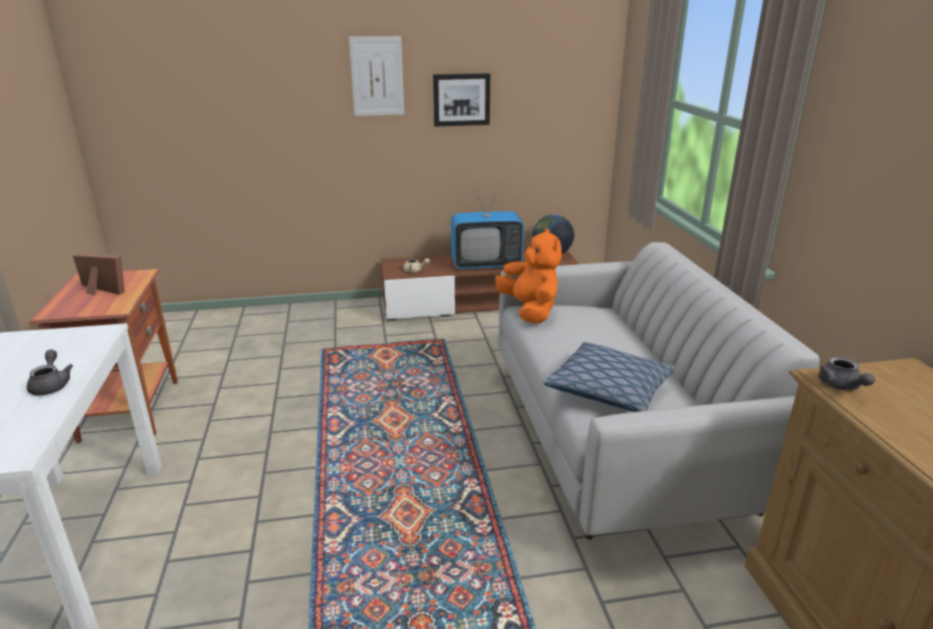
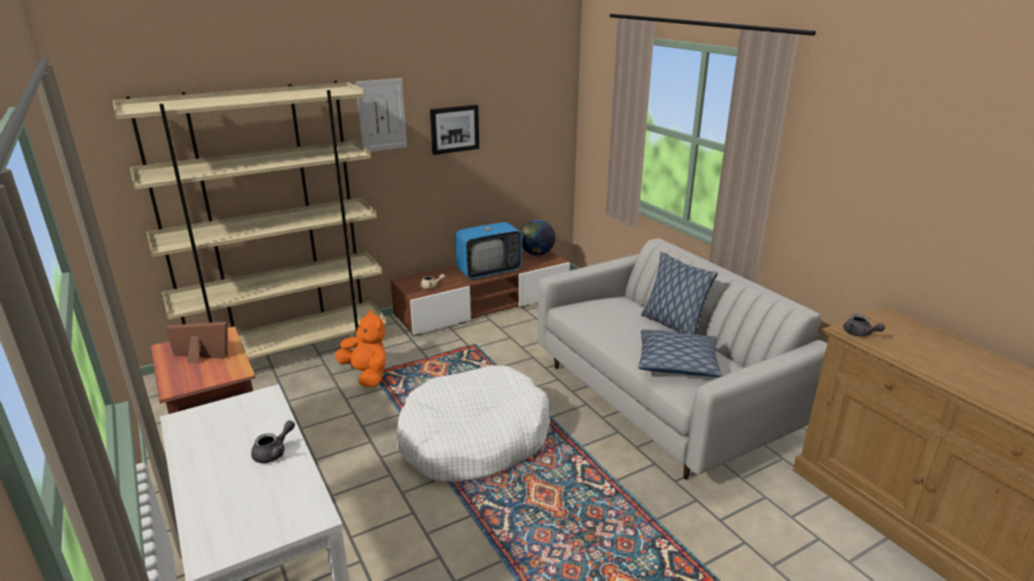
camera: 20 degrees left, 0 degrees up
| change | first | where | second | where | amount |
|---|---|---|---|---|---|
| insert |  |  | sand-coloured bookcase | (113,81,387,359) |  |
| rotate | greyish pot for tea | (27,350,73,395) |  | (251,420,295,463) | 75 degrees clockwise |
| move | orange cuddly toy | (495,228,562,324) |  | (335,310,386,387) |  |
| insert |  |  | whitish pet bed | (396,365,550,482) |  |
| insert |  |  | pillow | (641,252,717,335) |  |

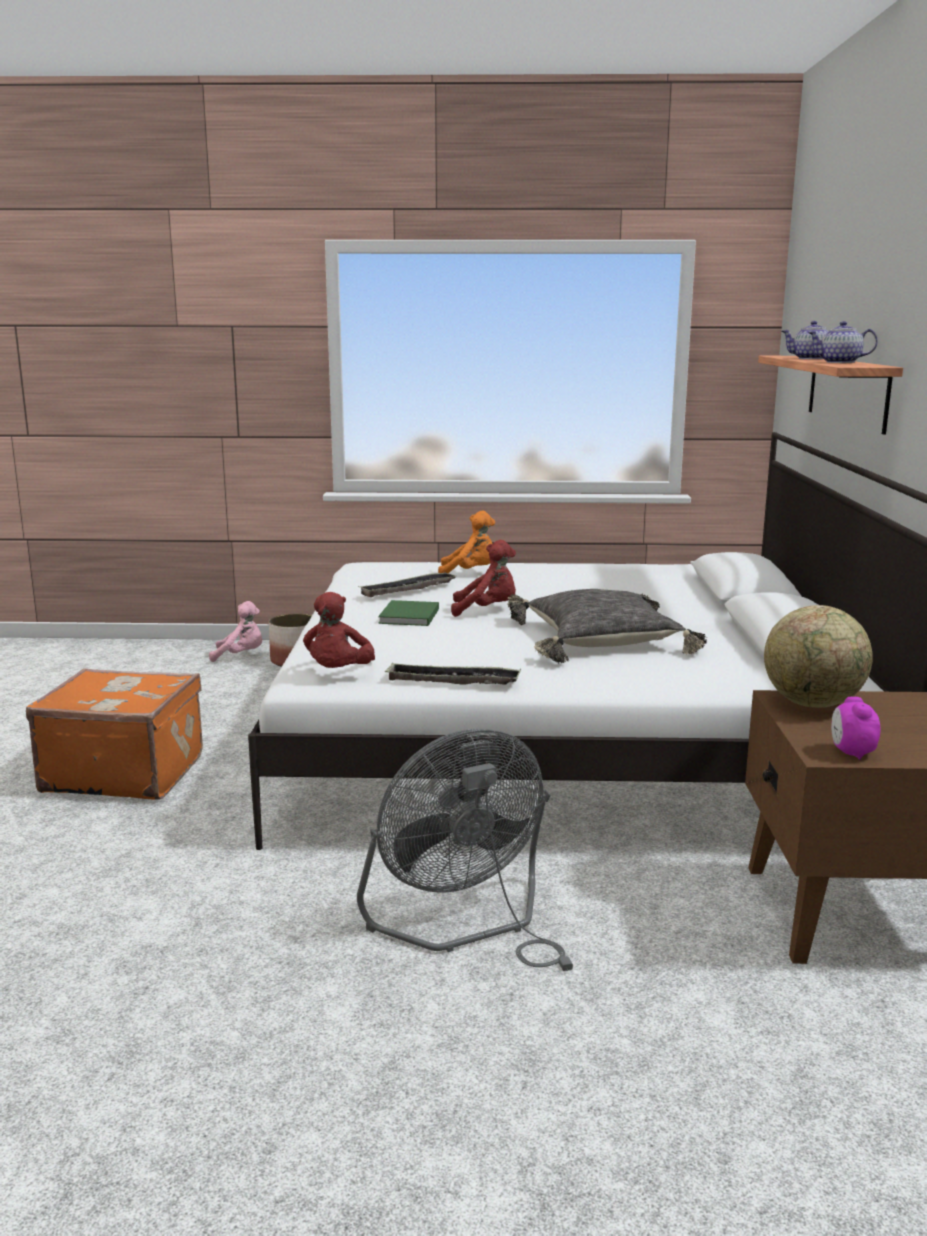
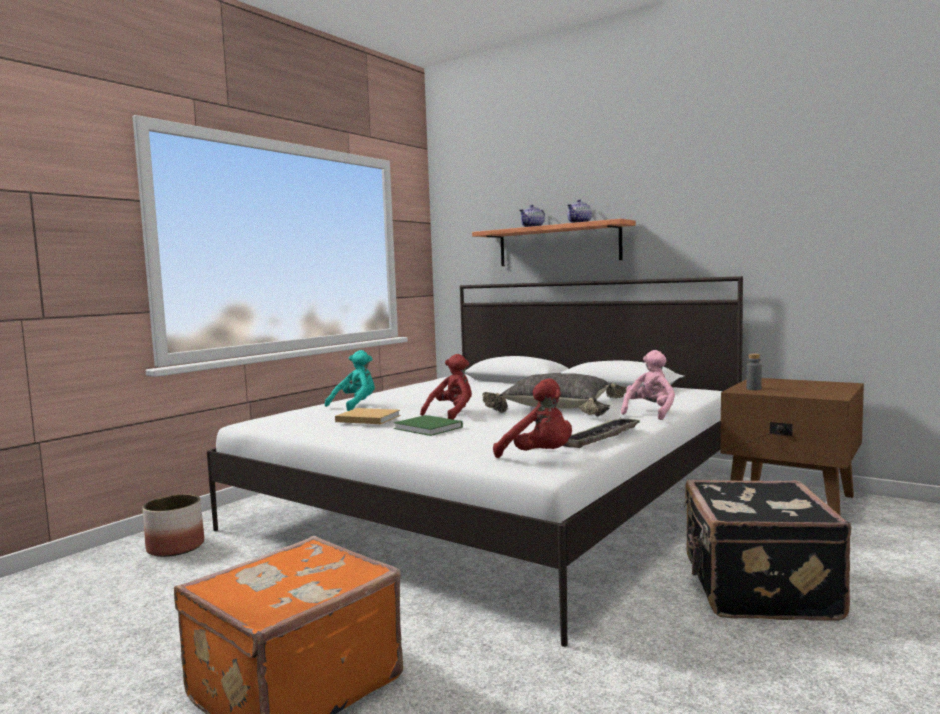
camera: 55 degrees left, 10 degrees down
| change | first | where | second | where | amount |
|---|---|---|---|---|---|
| recolor | orange cuddly toy | (438,511,495,573) | turquoise cuddly toy | (325,350,375,411) |  |
| replace | serving tray | (360,572,456,597) | sand-coloured book | (335,408,400,424) |  |
| move | pink-coloured cuddly toy | (209,601,262,662) |  | (621,350,675,420) |  |
| replace | greyish fan | (357,729,573,971) | black travel case | (683,480,851,621) |  |
| replace | globe | (764,605,873,708) | greyish beverage bottle | (747,354,762,390) |  |
| delete | bedside clock | (831,697,880,760) |  |  |  |

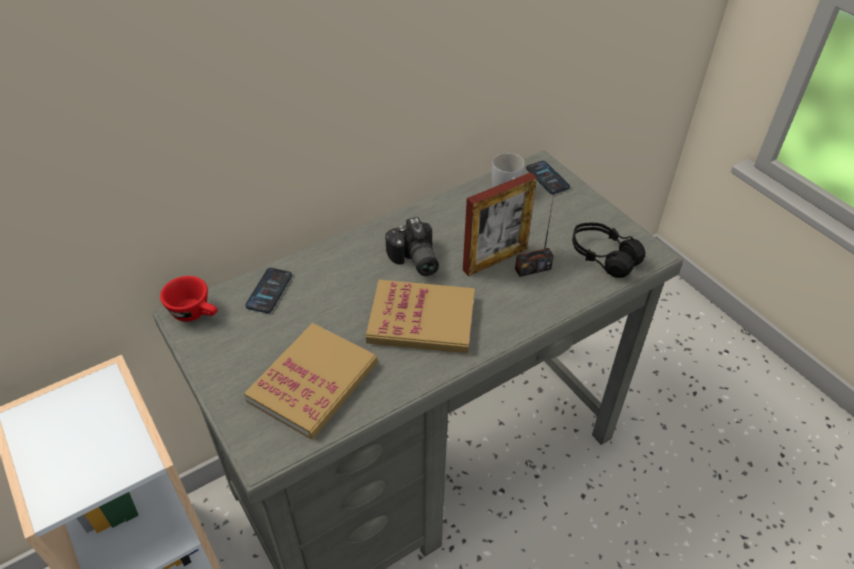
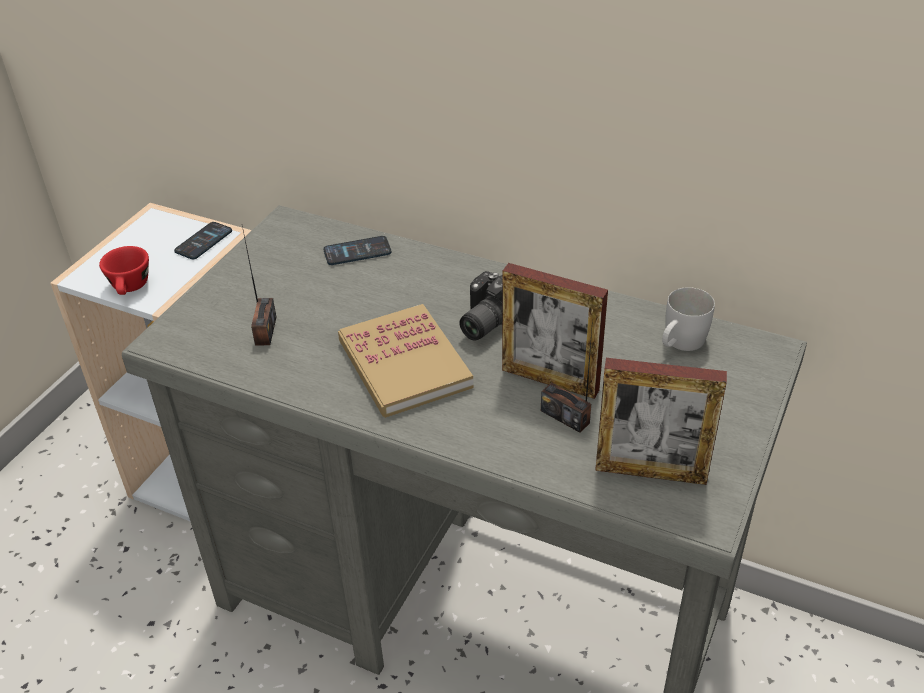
camera: 60 degrees right, 5 degrees down
| change | first | where | second | where | amount |
|---|---|---|---|---|---|
| move | reddish cup | (160,276,218,322) |  | (99,246,149,295) |  |
| move | telephone | (526,161,570,194) |  | (174,222,232,259) |  |
| replace | book | (244,323,377,439) | radio | (242,226,276,346) |  |
| replace | black pair of headphones | (572,223,645,278) | standing frame | (595,358,727,485) |  |

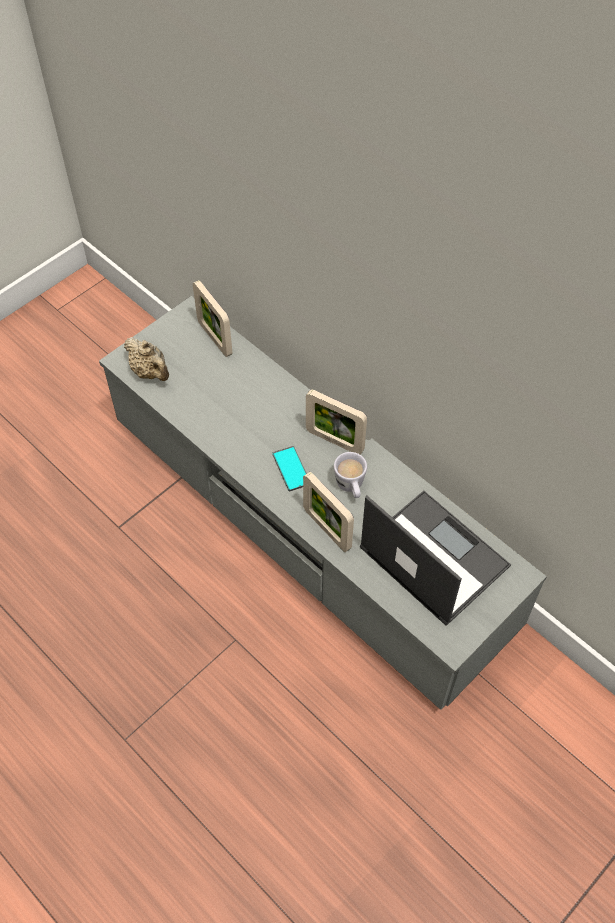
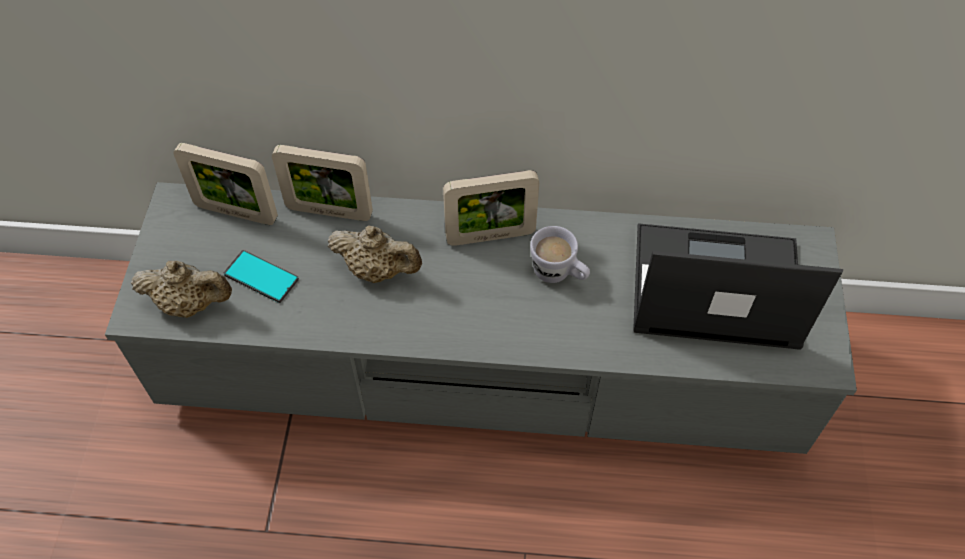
camera: 40 degrees left, 0 degrees up
| change | first | where | second | where | amount |
|---|---|---|---|---|---|
| move | telephone | (272,446,307,492) |  | (224,250,299,303) |  |
| move | standing frame | (303,472,354,552) |  | (272,145,373,221) |  |
| insert |  |  | sand-coloured pot for tea | (328,225,422,283) |  |

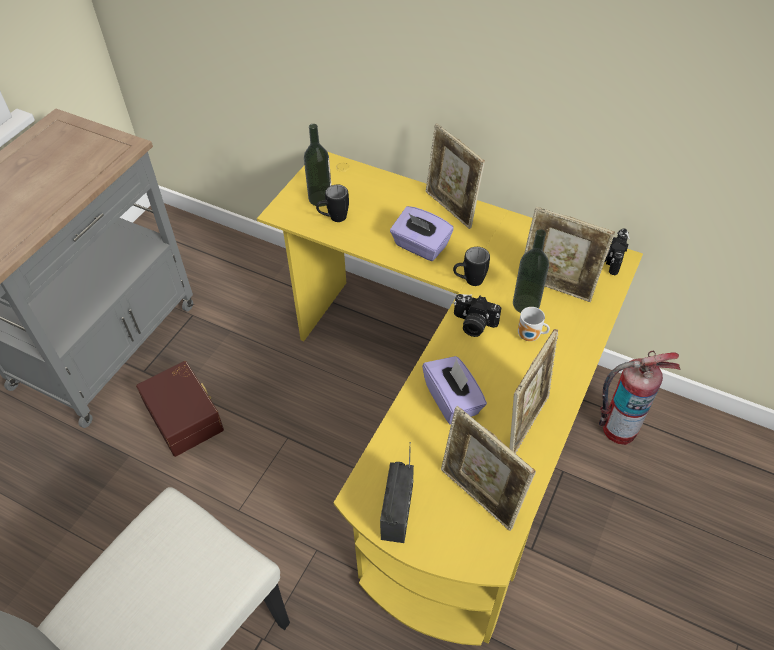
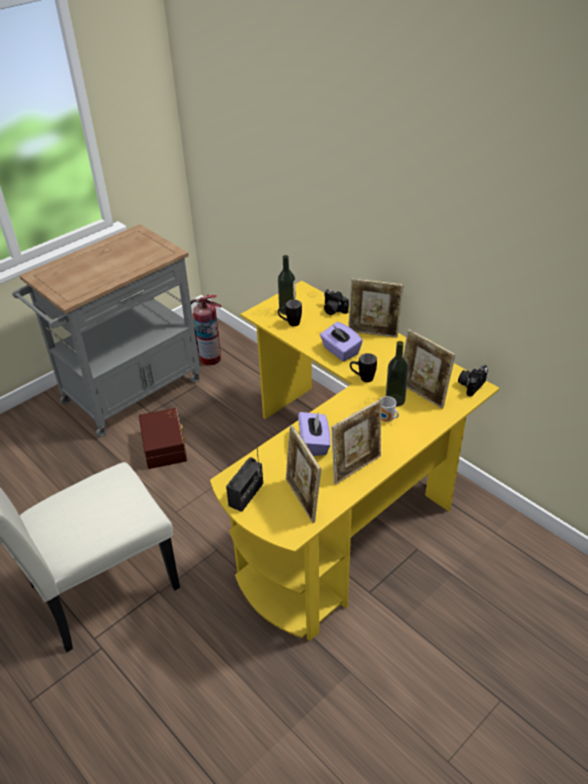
camera: 20 degrees right, 10 degrees down
| change | first | where | second | where | amount |
|---|---|---|---|---|---|
| move | extinguisher | (599,351,681,445) |  | (190,295,222,366) |  |
| move | still camera | (453,294,501,337) |  | (324,289,349,315) |  |
| rotate | standing frame | (426,123,485,229) |  | (348,278,404,338) | 60 degrees counterclockwise |

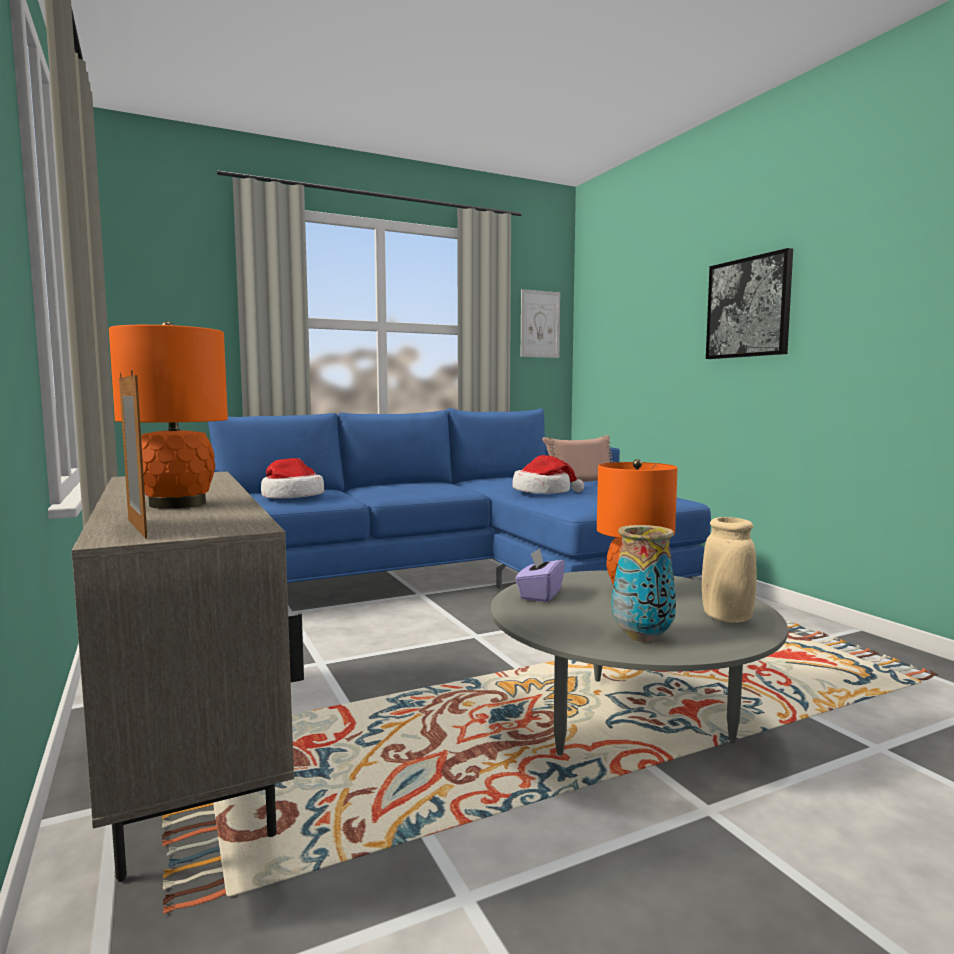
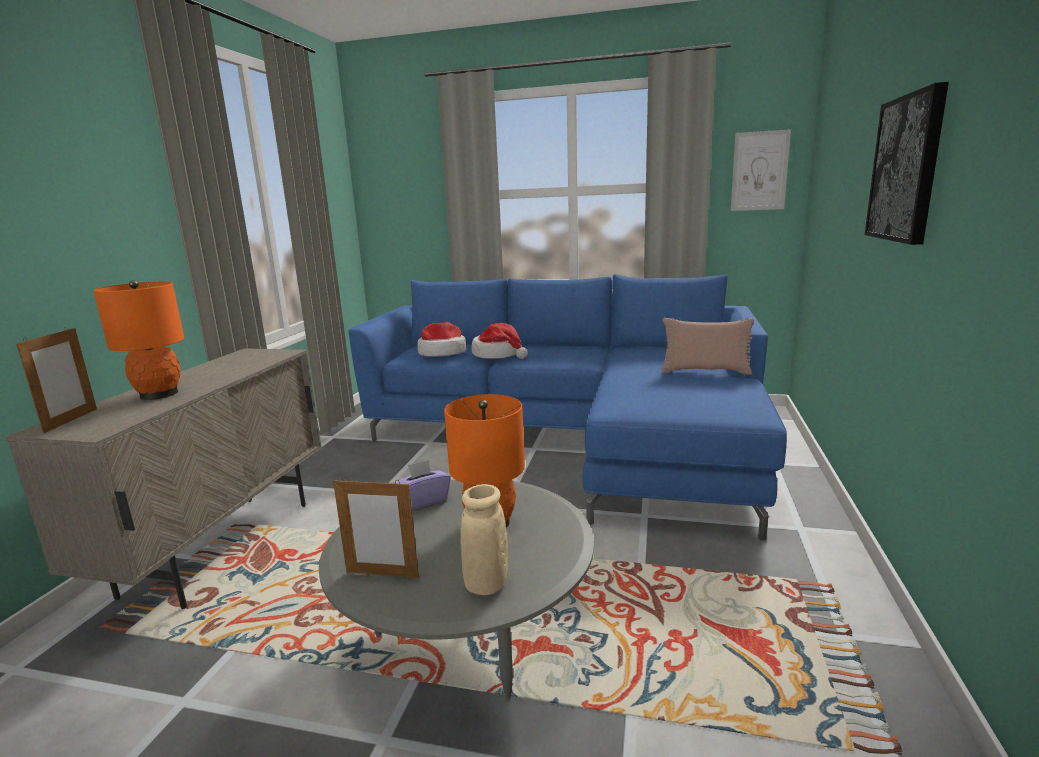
camera: 40 degrees right, 10 degrees up
| change | first | where | second | where | amount |
|---|---|---|---|---|---|
| replace | flower vase | (612,525,676,642) | standing frame | (333,478,419,578) |  |
| move | clothing hat | (512,455,584,494) |  | (472,323,528,359) |  |

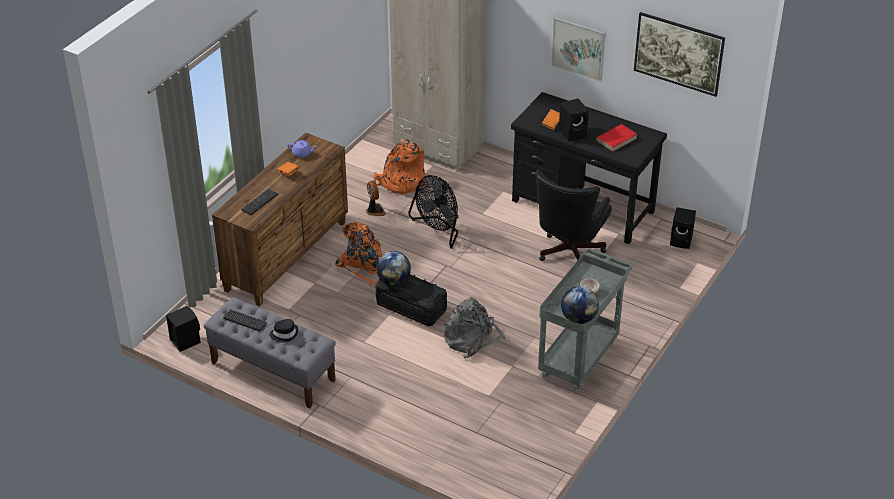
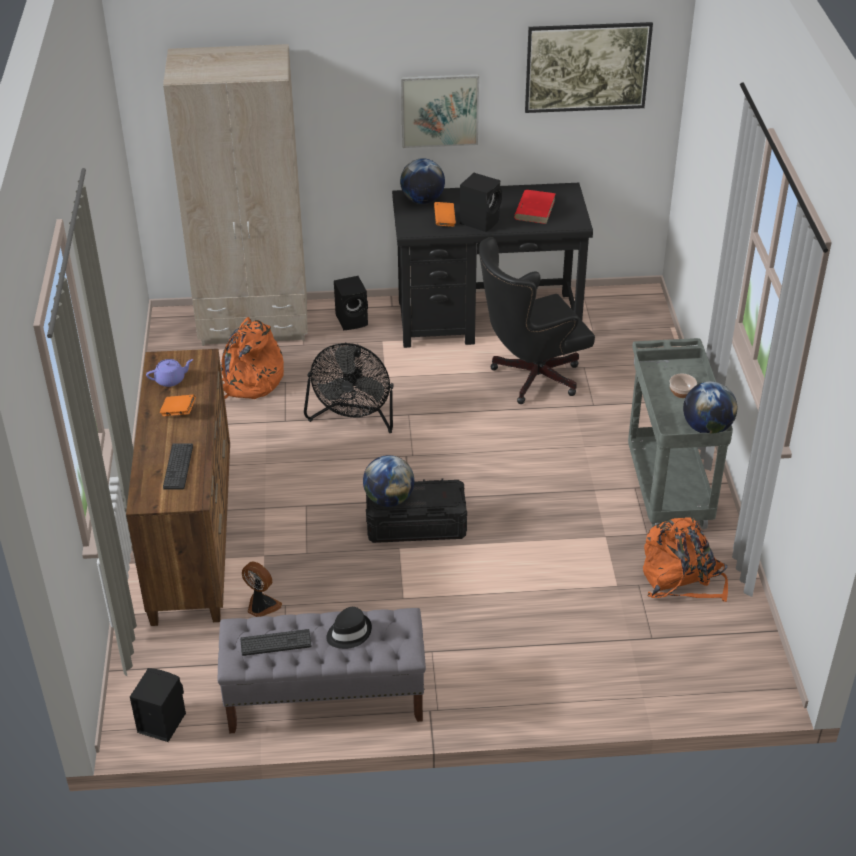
camera: 35 degrees left, 0 degrees up
| change | first | where | second | where | amount |
|---|---|---|---|---|---|
| move | fan | (366,181,386,216) |  | (242,562,282,617) |  |
| move | black speaker | (670,207,696,249) |  | (334,276,368,330) |  |
| insert |  |  | globe | (400,158,445,204) |  |
| rotate | black desk chair | (536,169,612,261) |  | (479,237,595,404) | 75 degrees clockwise |
| move | orange rucksack | (335,222,382,286) |  | (643,518,728,602) |  |
| delete | greyish rucksack | (443,298,506,359) |  |  |  |

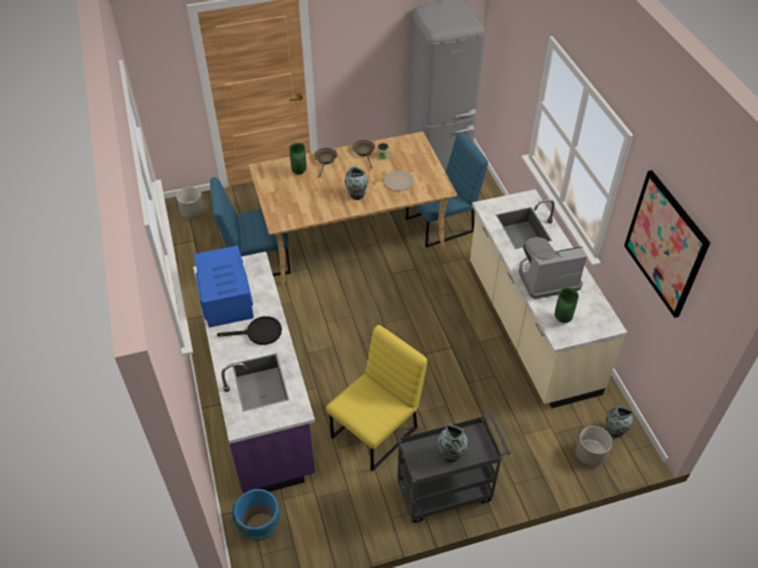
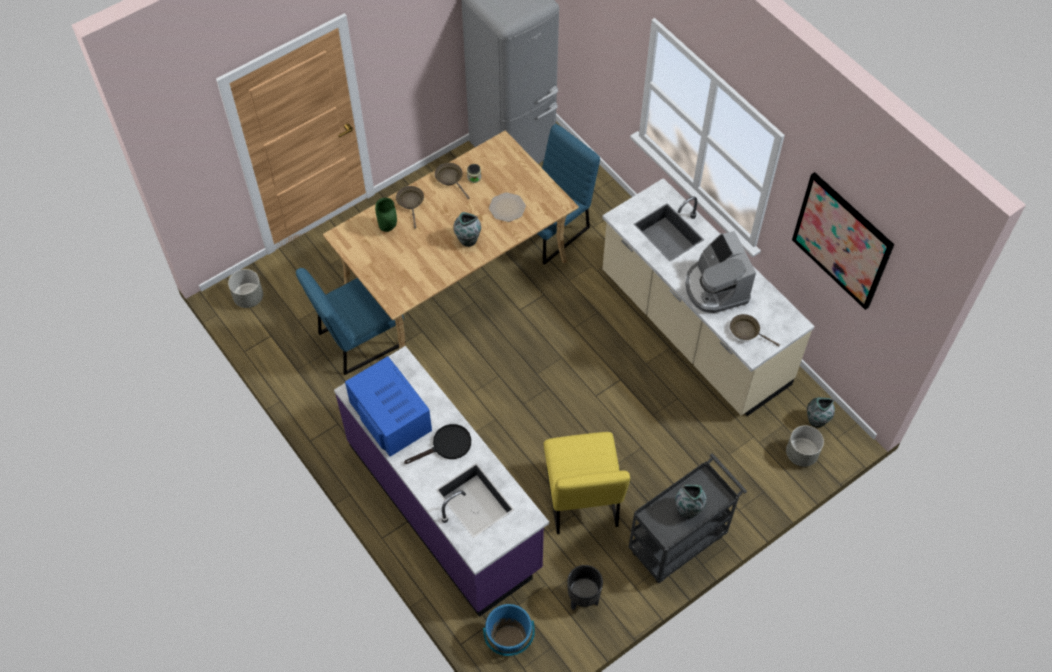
camera: 20 degrees left, 10 degrees up
| change | first | where | second | where | amount |
|---|---|---|---|---|---|
| rotate | yellow-coloured chair | (326,325,428,471) |  | (544,432,630,534) | 150 degrees clockwise |
| insert |  |  | black planter | (567,565,603,610) |  |
| rotate | coffee brewer | (519,237,587,299) |  | (685,231,756,313) | 75 degrees counterclockwise |
| replace | green-coloured flower vase | (555,288,579,323) | brown-coloured frying pan | (730,314,780,346) |  |

